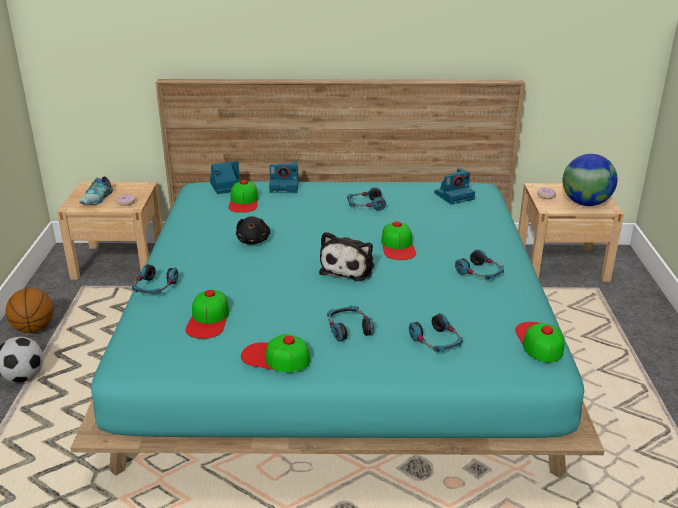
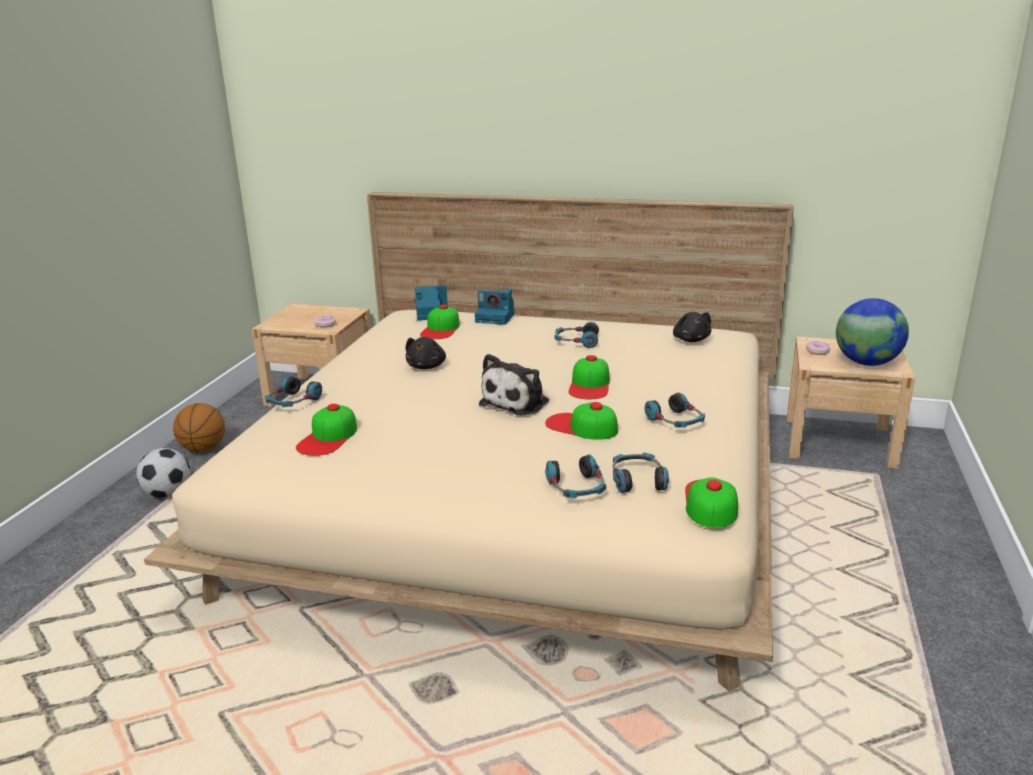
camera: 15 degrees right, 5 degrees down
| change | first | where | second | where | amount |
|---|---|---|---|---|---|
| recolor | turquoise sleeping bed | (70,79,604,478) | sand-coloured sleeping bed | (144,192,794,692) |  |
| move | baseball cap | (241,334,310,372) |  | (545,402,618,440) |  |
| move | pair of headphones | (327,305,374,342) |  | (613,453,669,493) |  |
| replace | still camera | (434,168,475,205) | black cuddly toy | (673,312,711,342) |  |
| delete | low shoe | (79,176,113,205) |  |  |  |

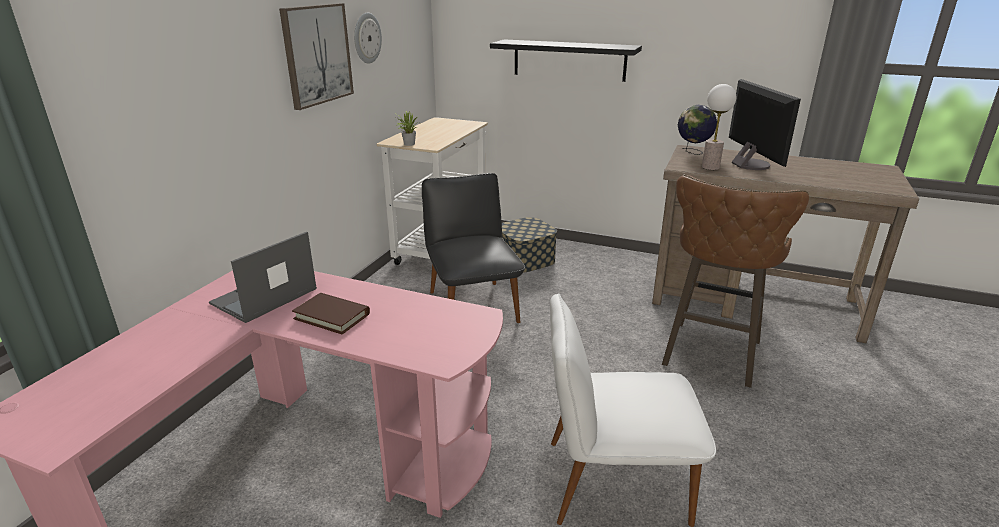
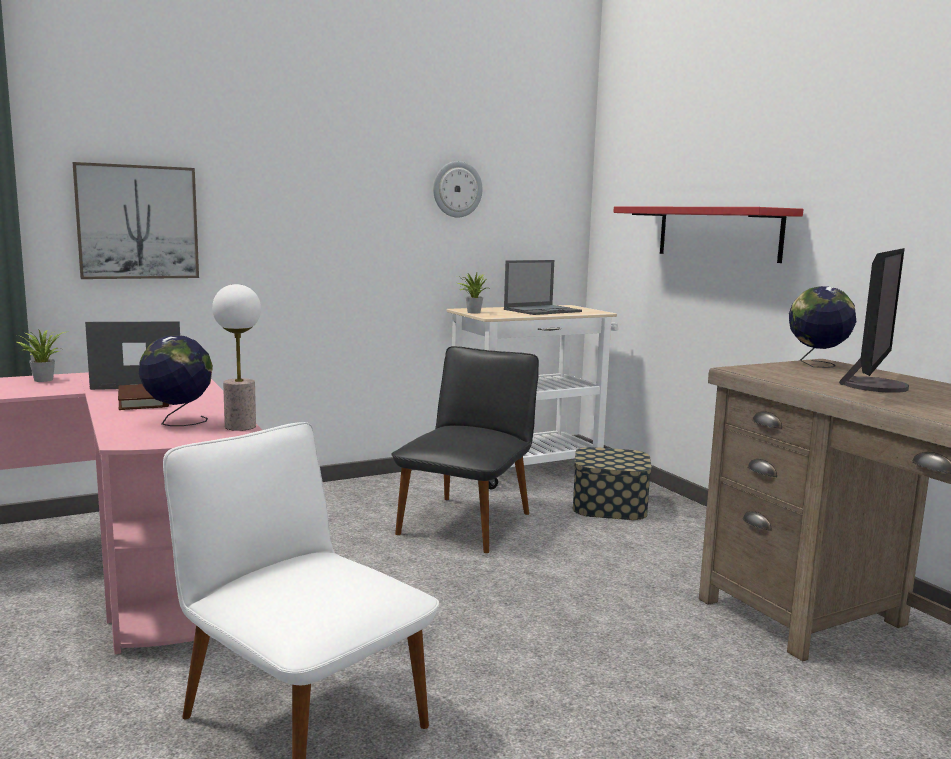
camera: 40 degrees right, 15 degrees down
| change | first | where | second | where | amount |
|---|---|---|---|---|---|
| insert |  |  | potted plant | (17,329,65,382) |  |
| move | picture | (279,3,354,110) |  | (72,162,199,279) |  |
| insert |  |  | globe | (139,335,213,426) |  |
| move | tabletop lamp | (702,84,736,170) |  | (212,284,261,431) |  |
| insert |  |  | laptop | (504,260,582,315) |  |
| recolor | black bracket shelf | (490,40,642,82) | reddish bracket shelf | (613,206,803,263) |  |
| delete | brown-coloured sitting stool | (662,174,809,388) |  |  |  |

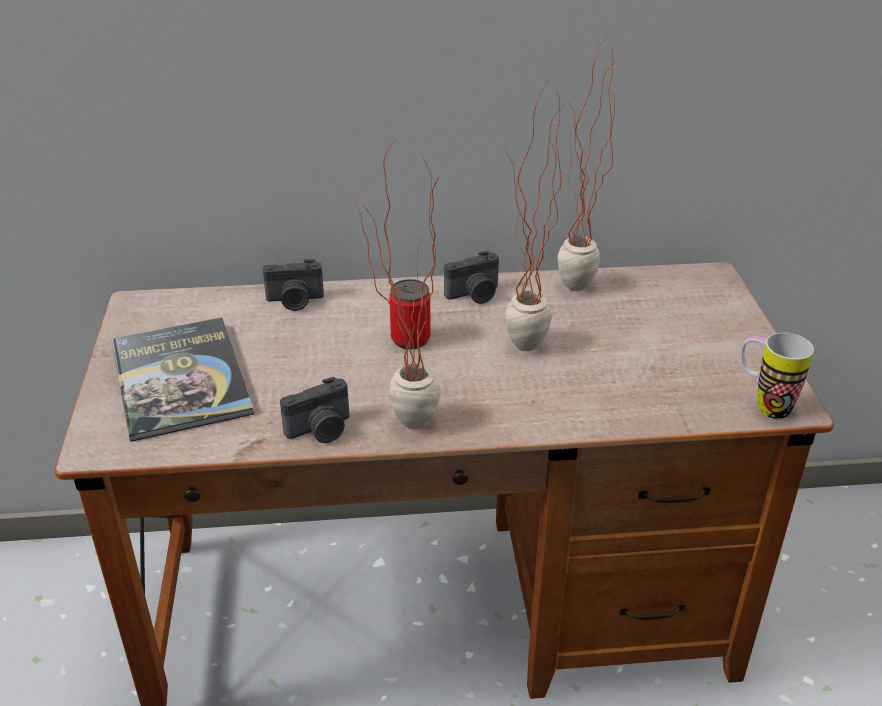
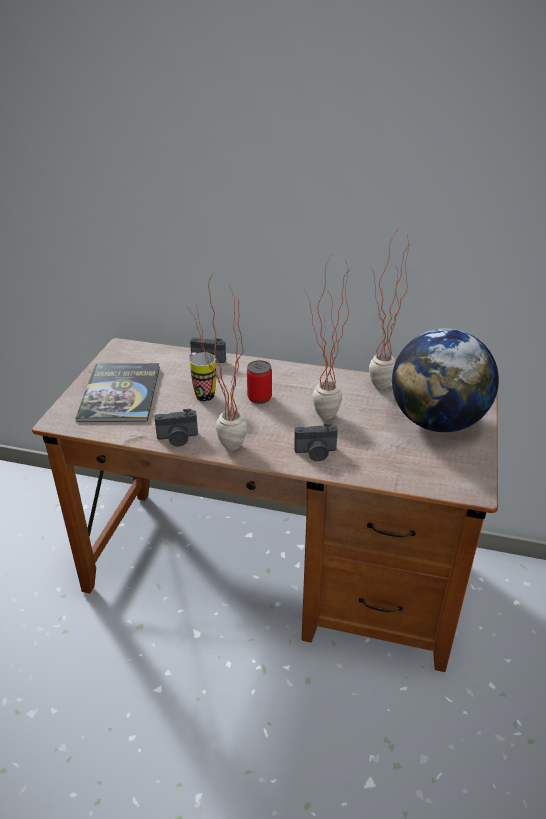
camera: 20 degrees right, 0 degrees up
| change | first | where | second | where | amount |
|---|---|---|---|---|---|
| move | tea mug | (740,333,814,419) |  | (190,352,216,401) |  |
| move | still camera | (444,251,499,304) |  | (294,423,338,461) |  |
| insert |  |  | globe | (392,328,499,432) |  |

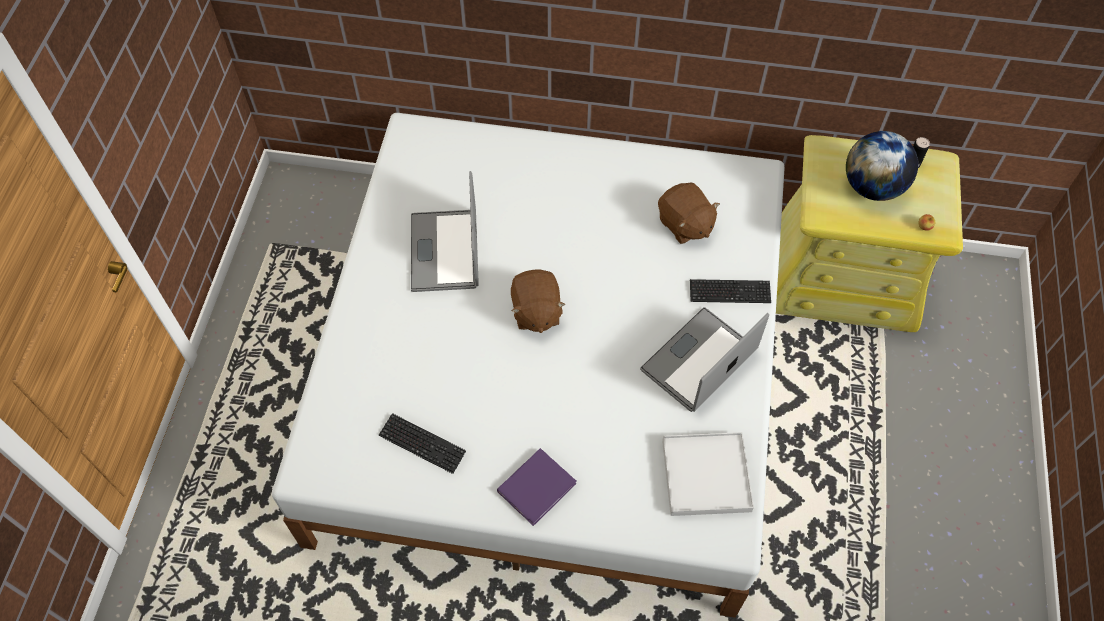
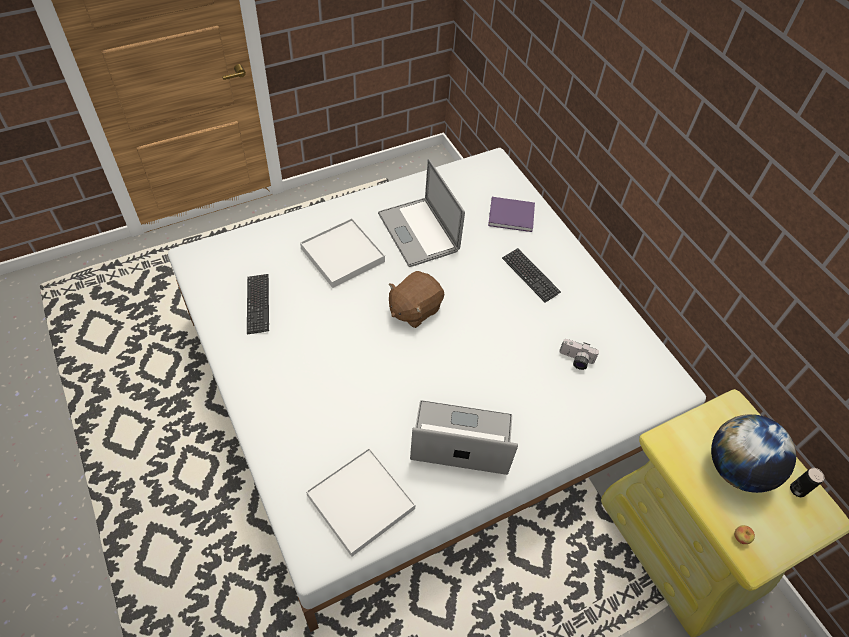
camera: 50 degrees right, 5 degrees down
| change | first | where | second | where | amount |
|---|---|---|---|---|---|
| insert |  |  | whitish serving tray | (300,218,385,288) |  |
| rotate | laptop | (411,171,479,292) |  | (378,159,465,267) | 75 degrees counterclockwise |
| move | purple book | (497,448,577,526) |  | (488,197,535,232) |  |
| move | computer keyboard | (690,279,771,303) |  | (502,248,561,303) |  |
| replace | brown-coloured cuddly toy | (658,183,720,244) | still camera | (559,339,599,370) |  |

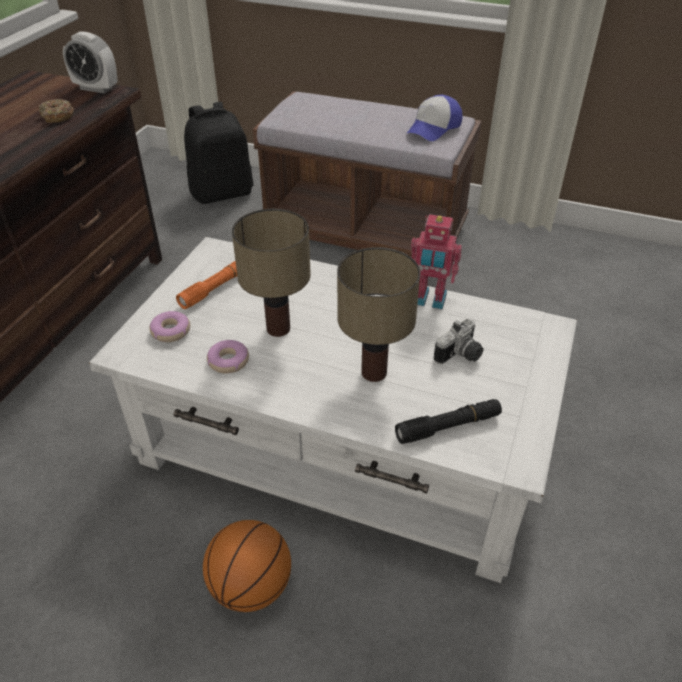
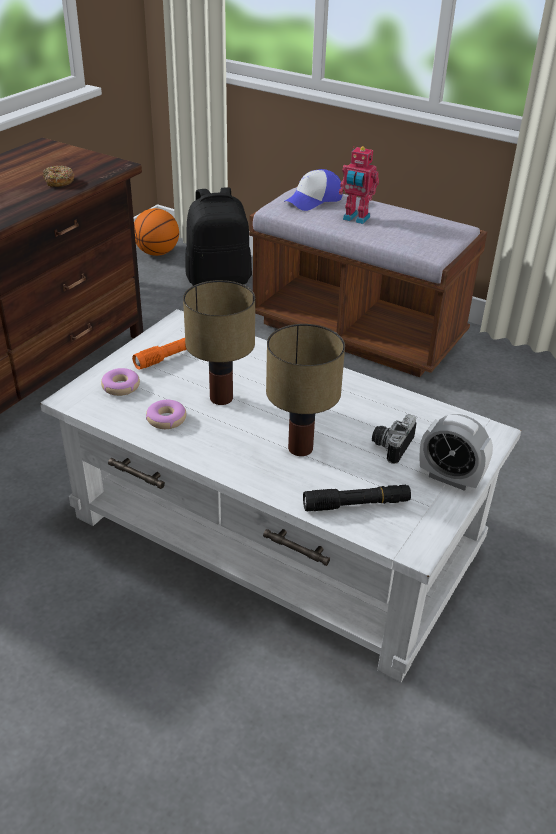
camera: 10 degrees right, 5 degrees down
| change | first | where | second | where | amount |
|---|---|---|---|---|---|
| move | basketball | (203,520,291,612) |  | (134,208,179,256) |  |
| move | baseball cap | (406,95,463,141) |  | (284,169,343,211) |  |
| move | toy robot | (411,214,462,309) |  | (339,146,379,224) |  |
| rotate | still camera | (434,319,483,364) |  | (372,414,416,464) | 150 degrees clockwise |
| move | bedside clock | (63,31,118,93) |  | (419,414,493,491) |  |

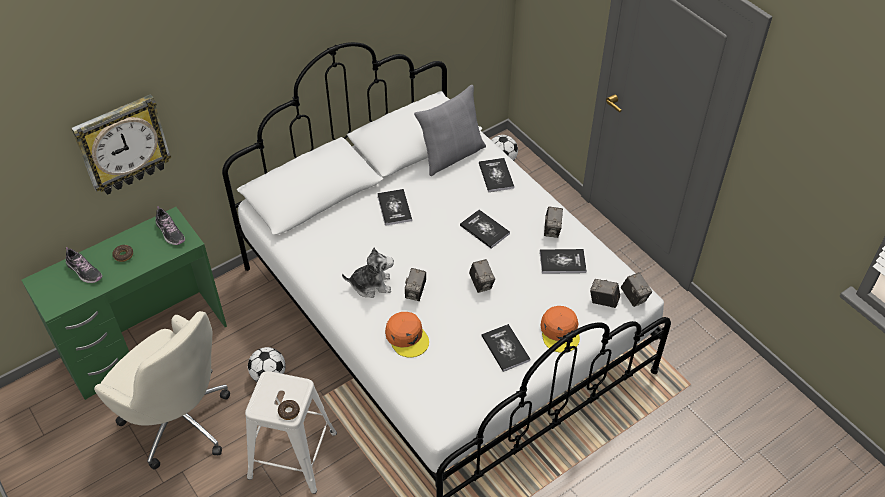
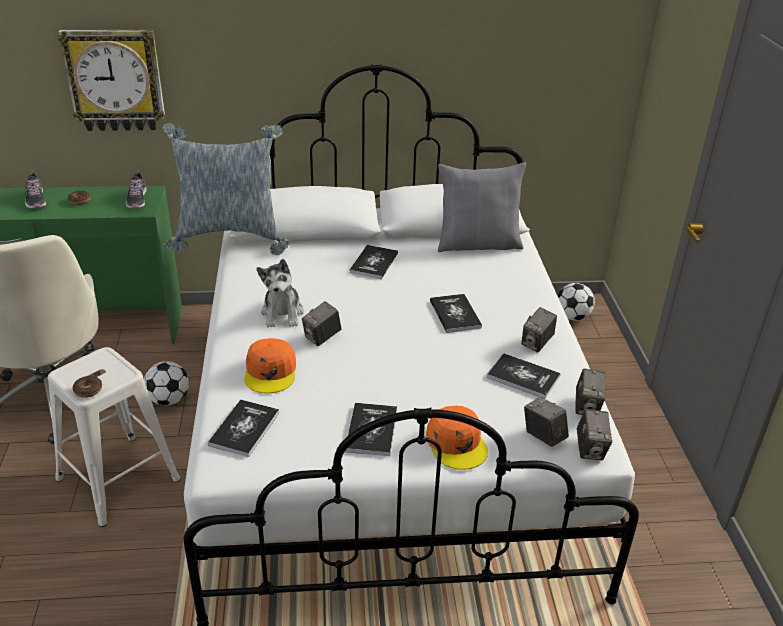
camera: 30 degrees right, 15 degrees down
| change | first | where | second | where | amount |
|---|---|---|---|---|---|
| insert |  |  | pillow | (162,123,290,255) |  |
| move | book | (479,158,514,192) |  | (208,400,279,457) |  |
| rotate | cuddly toy | (342,248,394,298) |  | (257,259,304,327) | 60 degrees clockwise |
| rotate | orange baseball cap | (540,306,580,353) |  | (426,406,488,470) | 45 degrees counterclockwise |
| move | still camera | (469,259,495,293) |  | (575,369,605,415) |  |

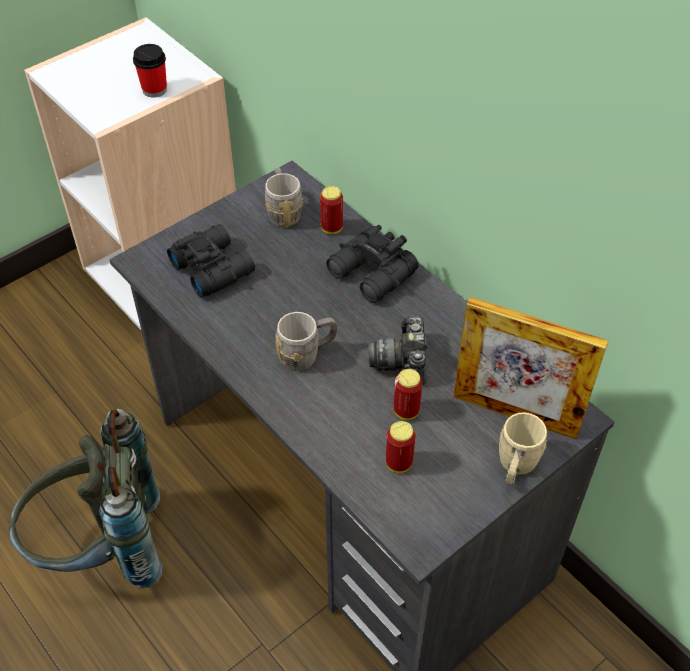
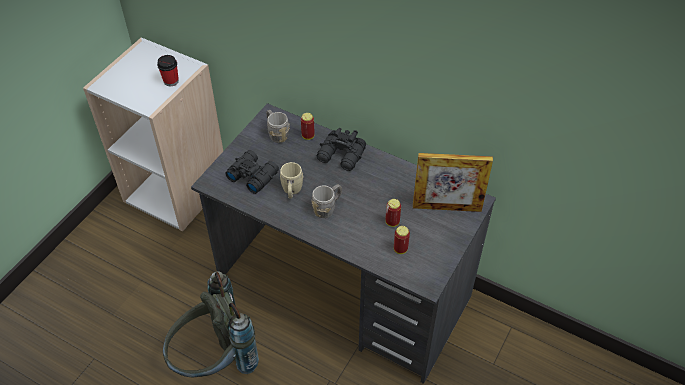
camera: 20 degrees left, 0 degrees up
| change | first | where | second | where | amount |
|---|---|---|---|---|---|
| move | sand-coloured tea mug | (499,412,547,484) |  | (280,162,303,198) |  |
| delete | still camera | (369,315,427,385) |  |  |  |

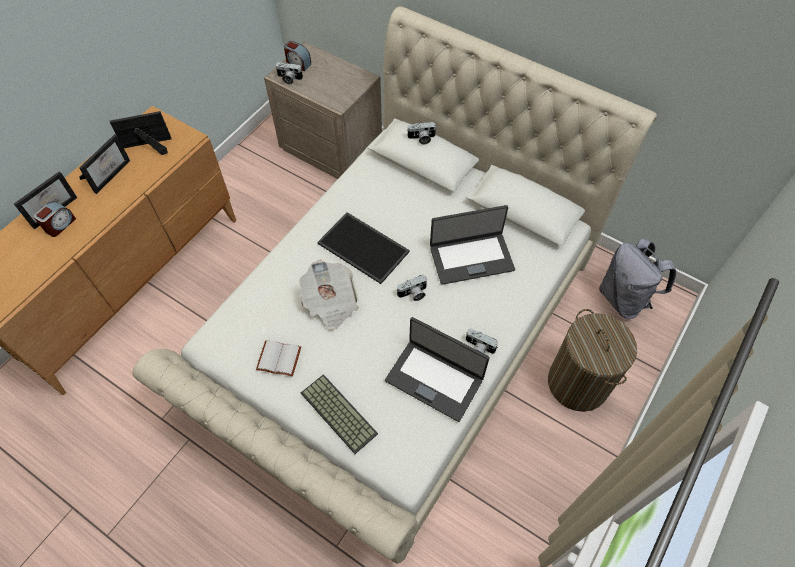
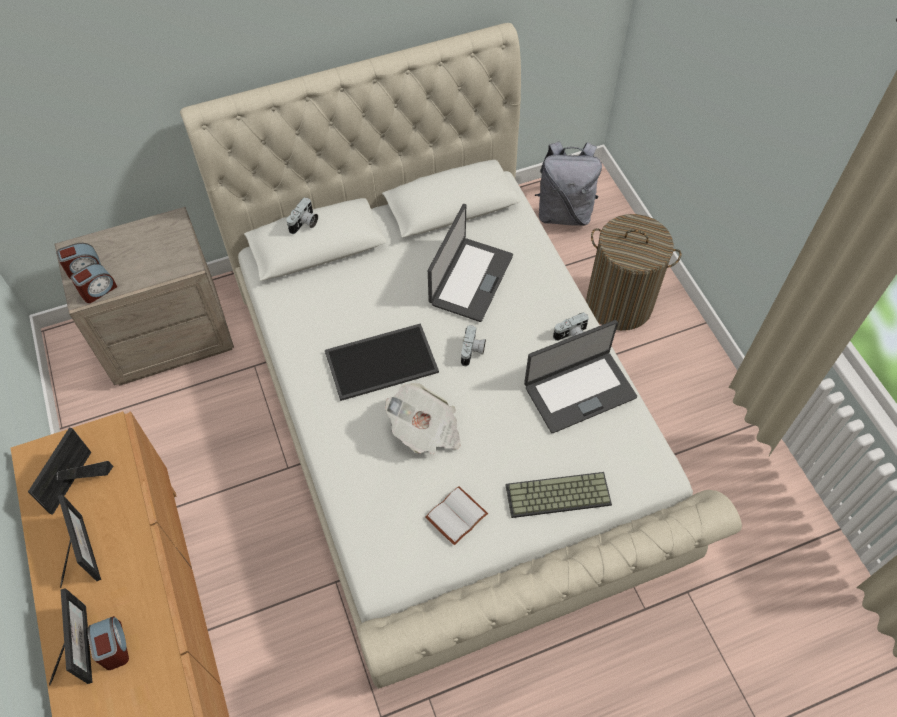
camera: 55 degrees left, 0 degrees up
| change | first | where | second | where | amount |
|---|---|---|---|---|---|
| replace | still camera | (276,62,303,84) | bedside clock | (71,263,117,303) |  |

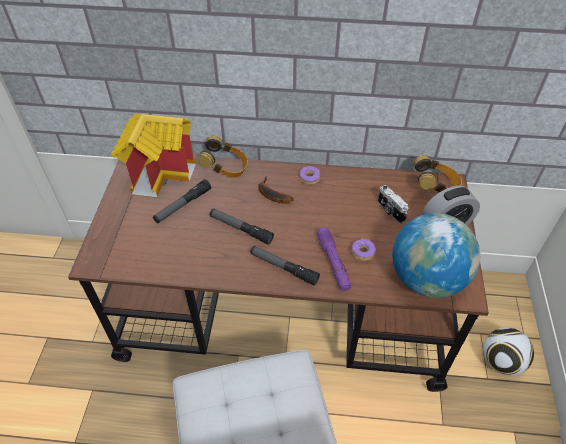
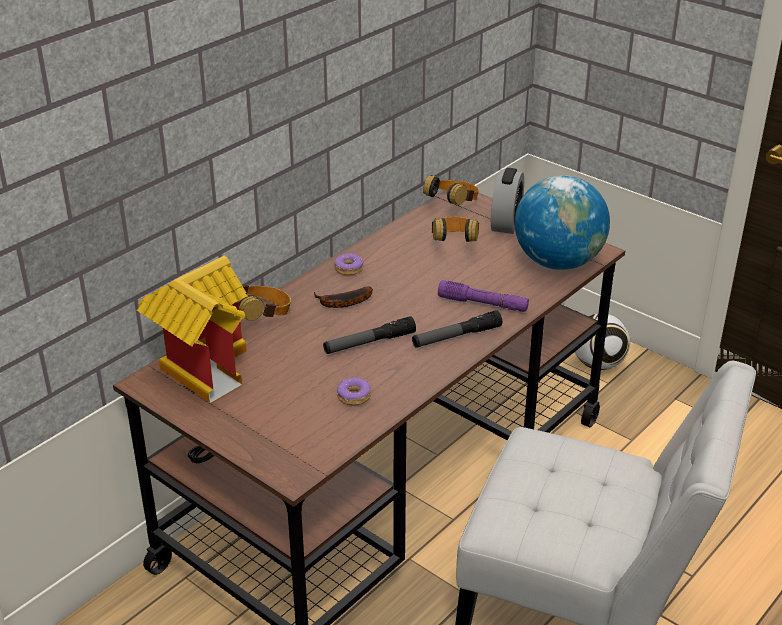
camera: 55 degrees left, 15 degrees down
| change | first | where | second | where | amount |
|---|---|---|---|---|---|
| move | ring doughnut | (351,239,376,261) |  | (337,377,371,406) |  |
| replace | still camera | (378,185,409,224) | pair of headphones | (432,217,479,242) |  |
| delete | torch | (153,179,211,223) |  |  |  |

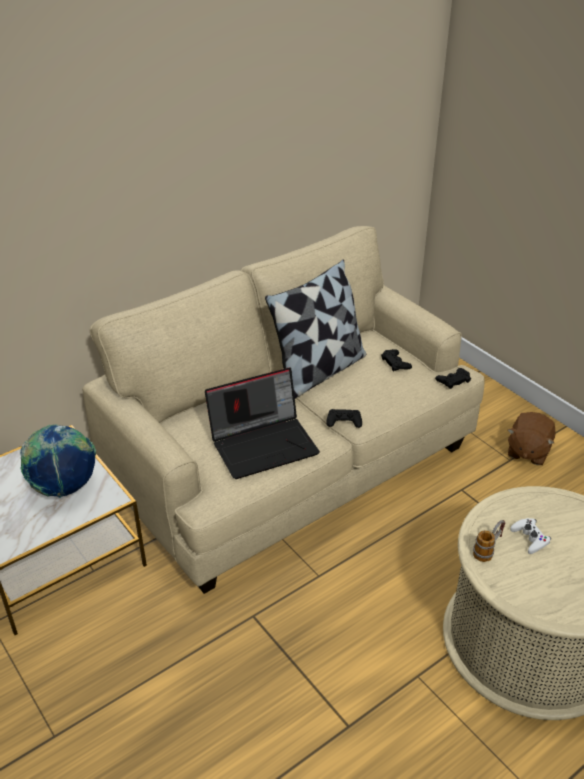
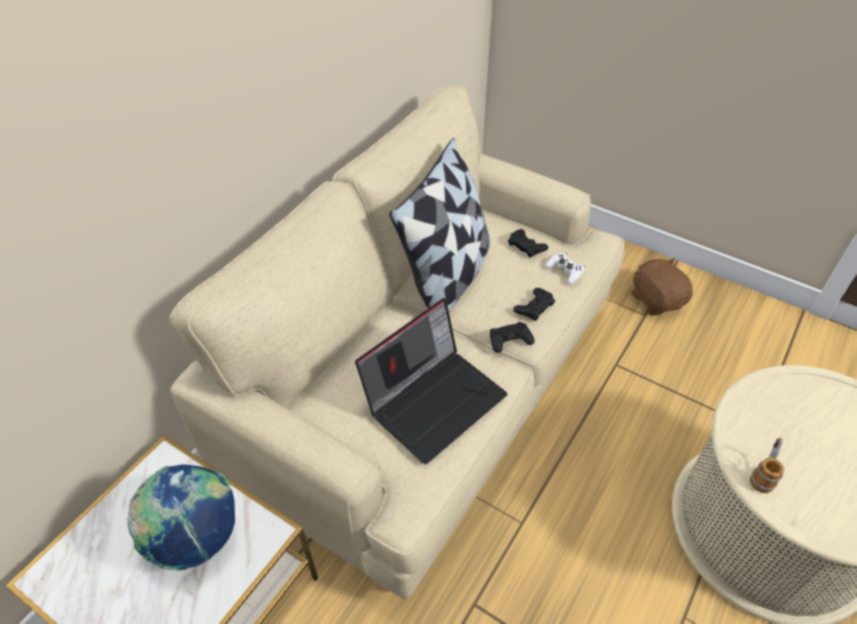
camera: 20 degrees left, 10 degrees up
| change | first | where | second | where | amount |
|---|---|---|---|---|---|
| move | black joypad | (435,368,471,389) |  | (513,288,555,321) |  |
| move | whitish joypad | (510,518,551,554) |  | (545,253,585,285) |  |
| rotate | brown-coloured cuddly toy | (508,412,555,465) |  | (631,258,693,315) | 150 degrees clockwise |

